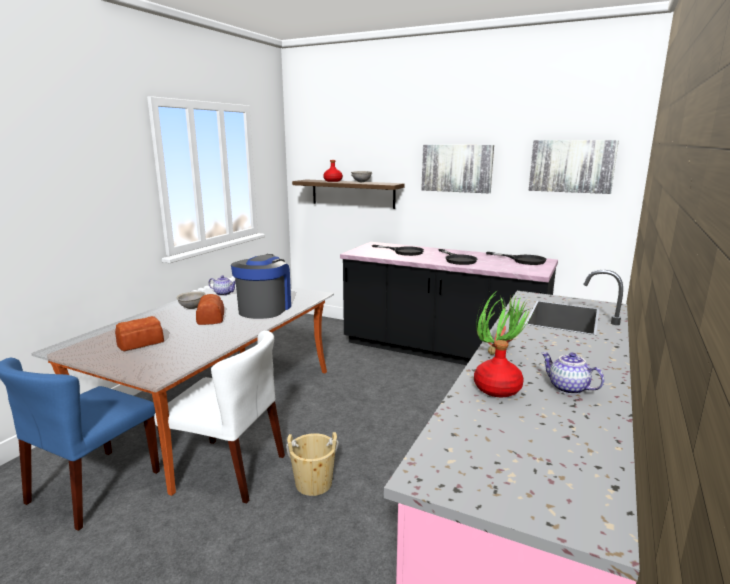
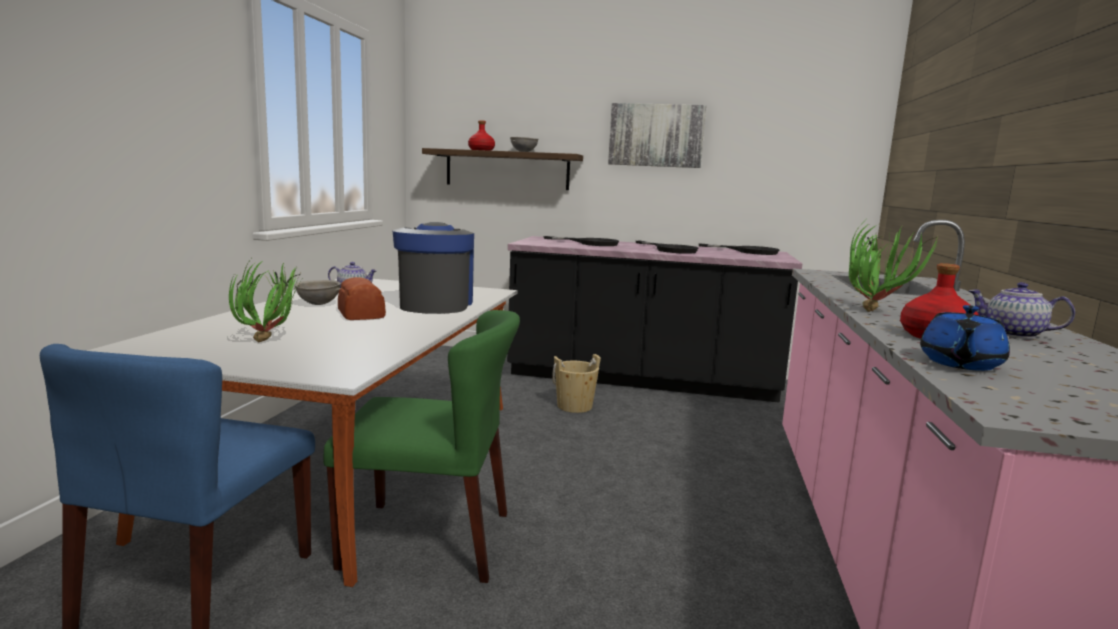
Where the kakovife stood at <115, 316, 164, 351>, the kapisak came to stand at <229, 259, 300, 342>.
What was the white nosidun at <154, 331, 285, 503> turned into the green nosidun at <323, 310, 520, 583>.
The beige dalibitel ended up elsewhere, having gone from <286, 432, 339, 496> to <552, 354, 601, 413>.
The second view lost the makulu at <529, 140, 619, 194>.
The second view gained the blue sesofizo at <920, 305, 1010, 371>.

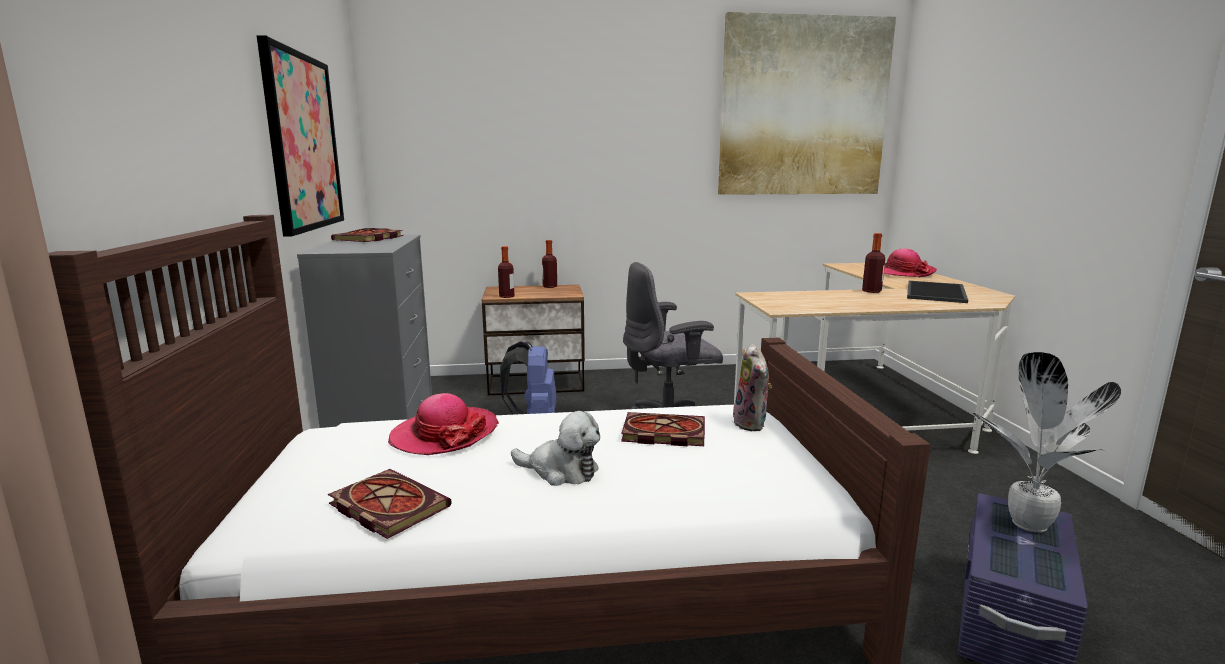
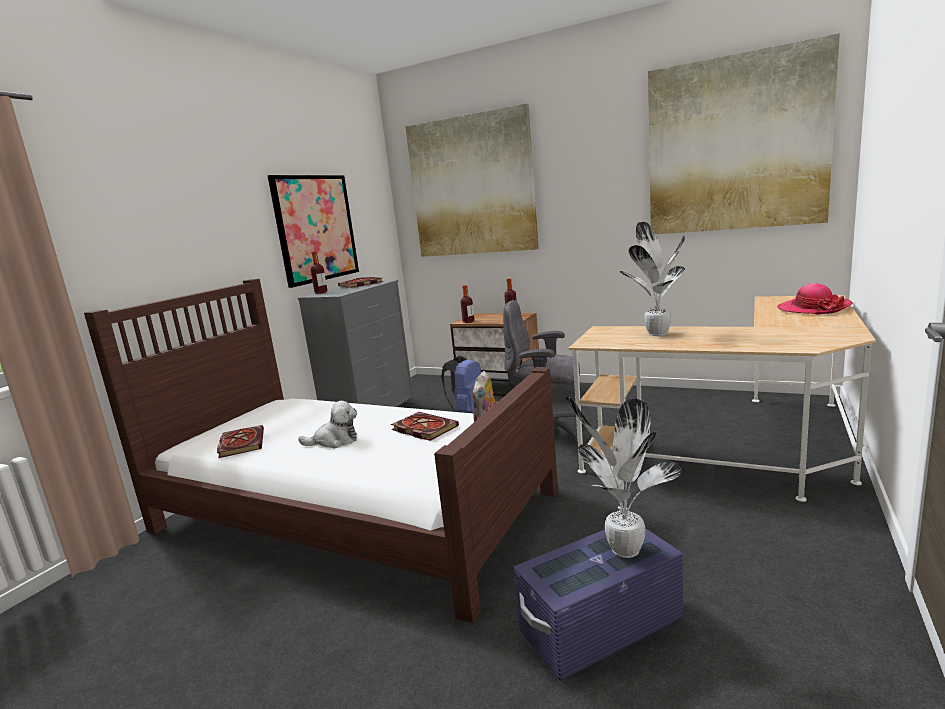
The second view lost the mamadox at <388, 393, 499, 455>.
The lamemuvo at <511, 411, 600, 486> ended up facing another way, 60 degrees counterclockwise from before.
The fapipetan ended up elsewhere, having gone from <862, 233, 885, 293> to <310, 251, 328, 294>.
The second view lost the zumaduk at <907, 281, 968, 303>.
The second view gained the makulu at <405, 103, 539, 257>.
The second view gained the kapisak at <620, 222, 685, 336>.

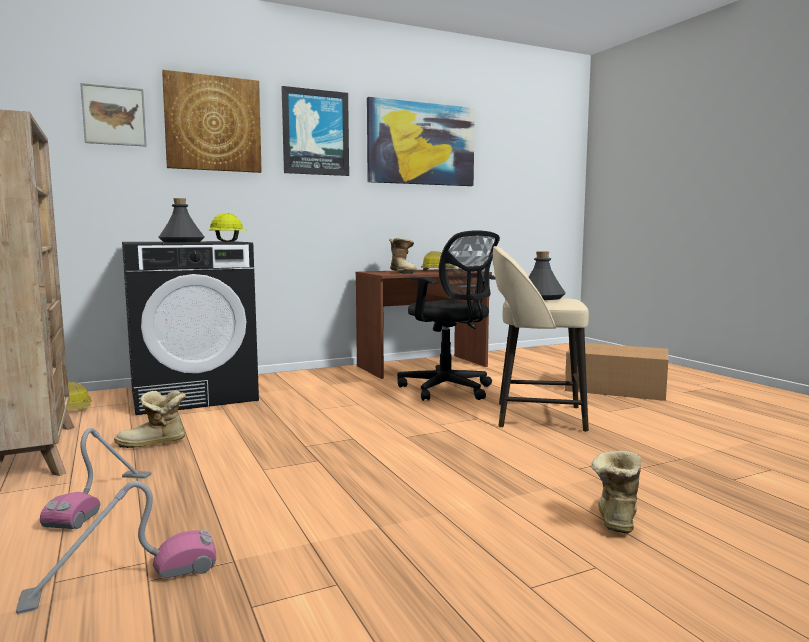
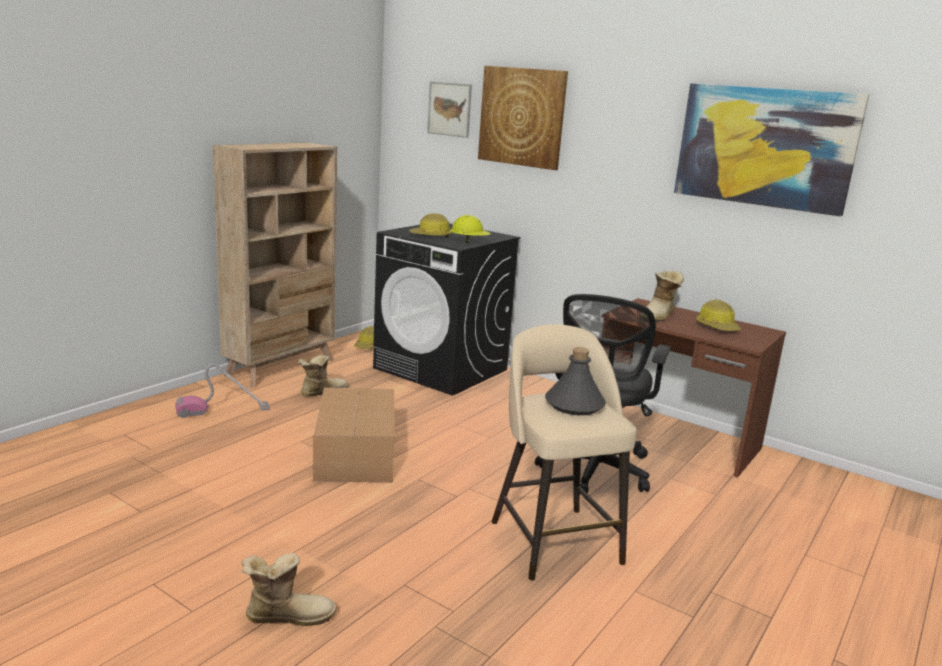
The second view lost the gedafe at <16, 481, 216, 615>.
The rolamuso at <114, 391, 186, 448> ended up facing another way, 90 degrees clockwise from before.
Where the grey fapipetan stood at <159, 198, 205, 242>, the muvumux came to stand at <409, 213, 452, 238>.
The second view lost the makulu at <281, 86, 349, 176>.
The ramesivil ended up elsewhere, having gone from <565, 343, 668, 401> to <313, 387, 394, 482>.

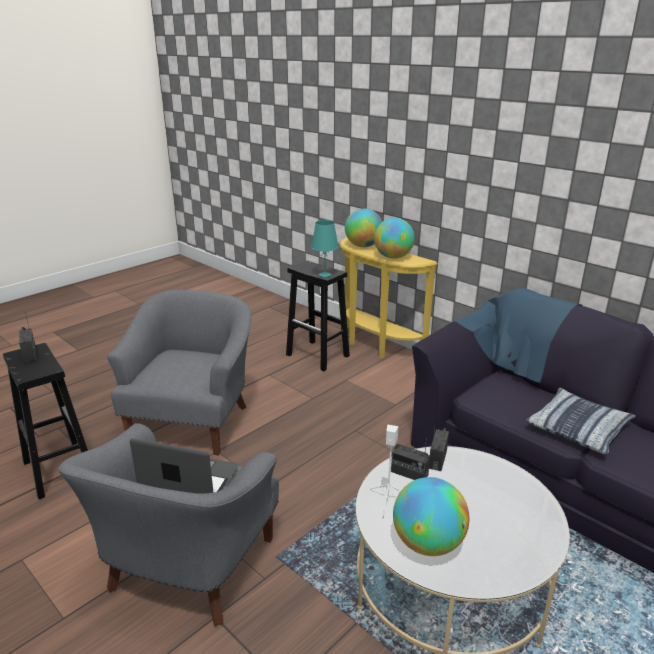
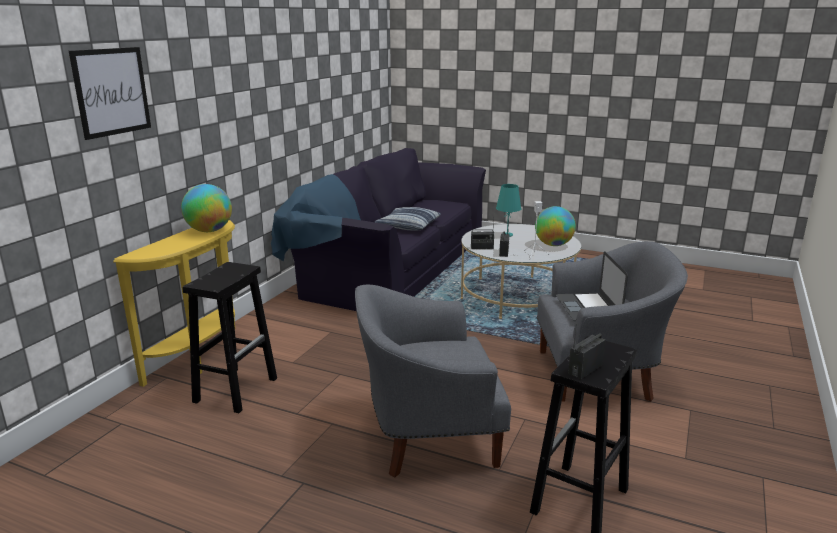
The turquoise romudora ended up elsewhere, having gone from <311, 220, 339, 277> to <496, 184, 521, 237>.
The second view lost the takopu at <345, 209, 382, 247>.
The second view gained the makulu at <69, 47, 151, 140>.

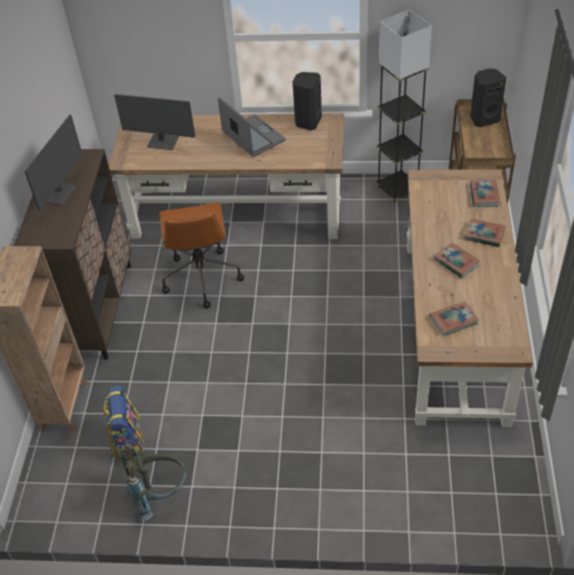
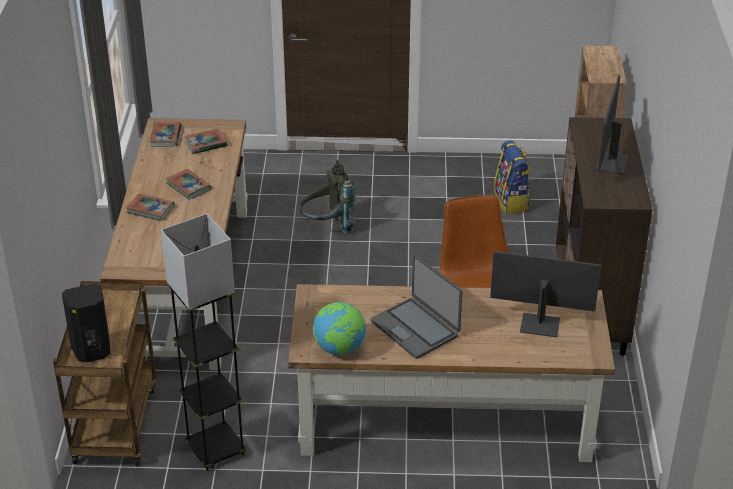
The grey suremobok ended up elsewhere, having gone from <120, 444, 186, 521> to <299, 160, 355, 234>.
Where the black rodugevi stood at <292, 72, 322, 130>, the takopu came to stand at <313, 302, 366, 355>.
The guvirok ended up elsewhere, having gone from <470, 180, 500, 207> to <150, 121, 181, 147>.

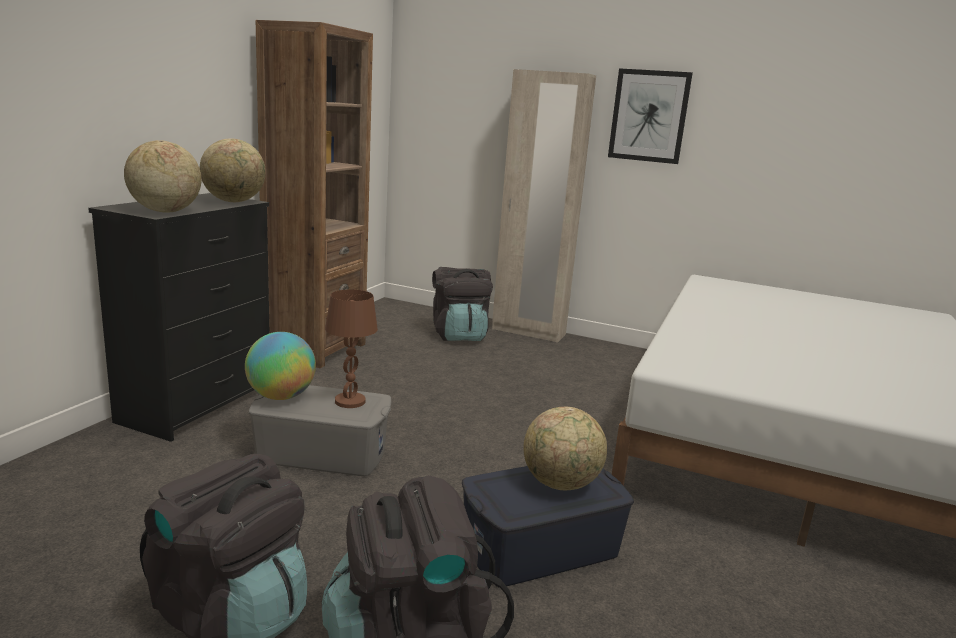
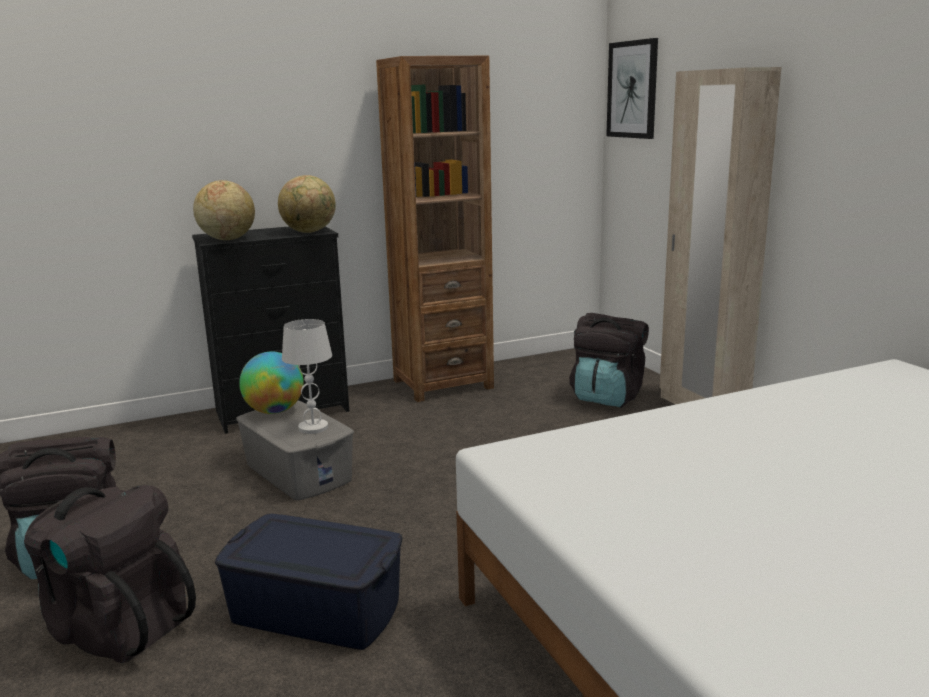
What was the brown romudora at <325, 289, 378, 408> turned into the white romudora at <282, 319, 332, 434>.
The second view lost the takopu at <523, 407, 607, 490>.
The makulu ended up elsewhere, having gone from <608, 68, 693, 164> to <606, 38, 658, 139>.

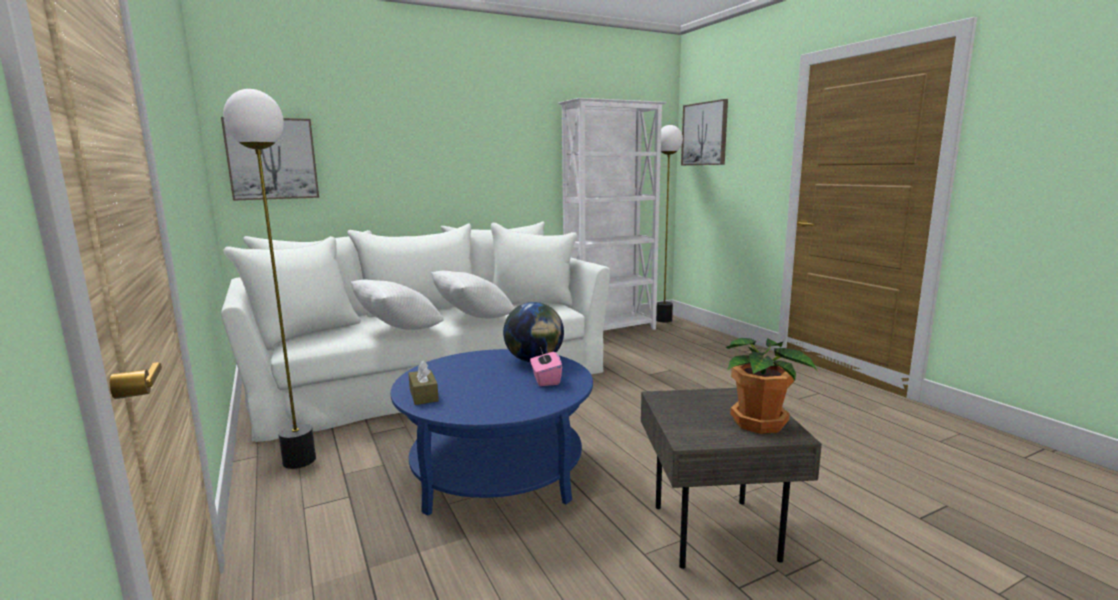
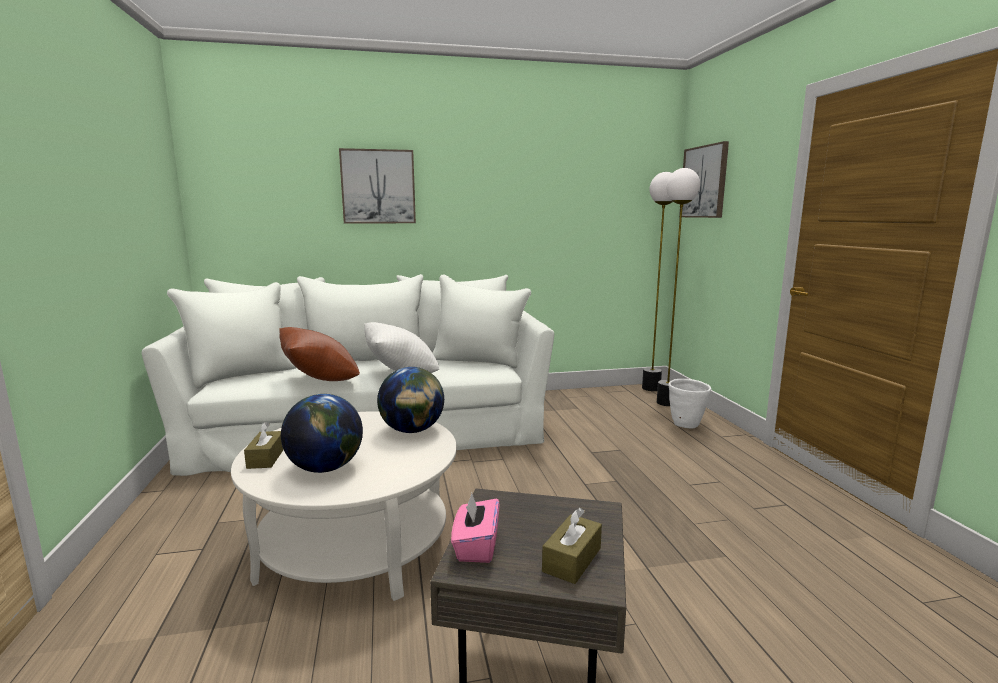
The makulu ended up elsewhere, having gone from <221, 117, 319, 201> to <339, 148, 416, 224>.
The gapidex ended up elsewhere, having gone from <223, 89, 316, 469> to <657, 168, 700, 406>.
What was the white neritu at <351, 280, 444, 330> turned into the brown neritu at <279, 327, 360, 381>.
What was the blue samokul at <391, 349, 593, 516> turned into the white samokul at <231, 412, 457, 601>.
The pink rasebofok ended up elsewhere, having gone from <530, 347, 562, 386> to <451, 493, 499, 563>.
The second view lost the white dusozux at <559, 98, 667, 331>.
Where the kapisak stood at <726, 338, 818, 434>, the brown rasebofok came to stand at <542, 508, 602, 584>.
The second view gained the takopu at <281, 394, 363, 473>.
The second view gained the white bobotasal at <669, 379, 711, 429>.

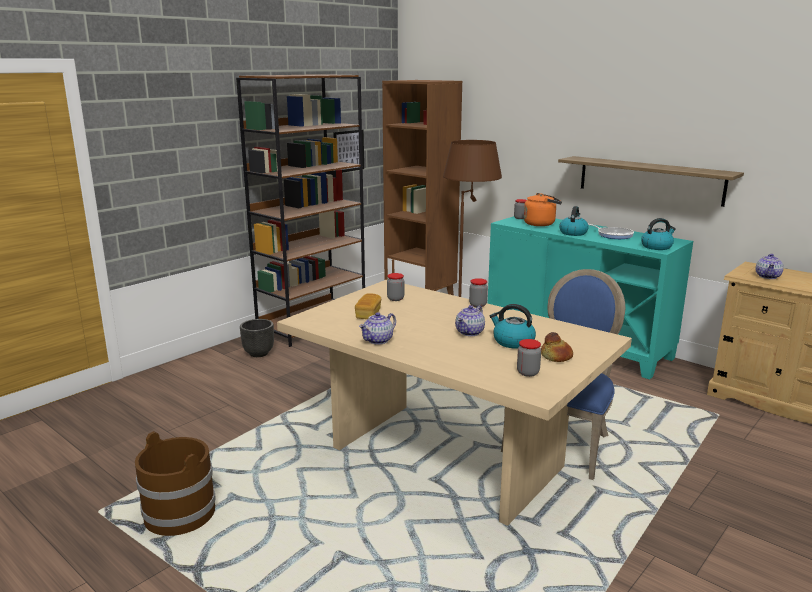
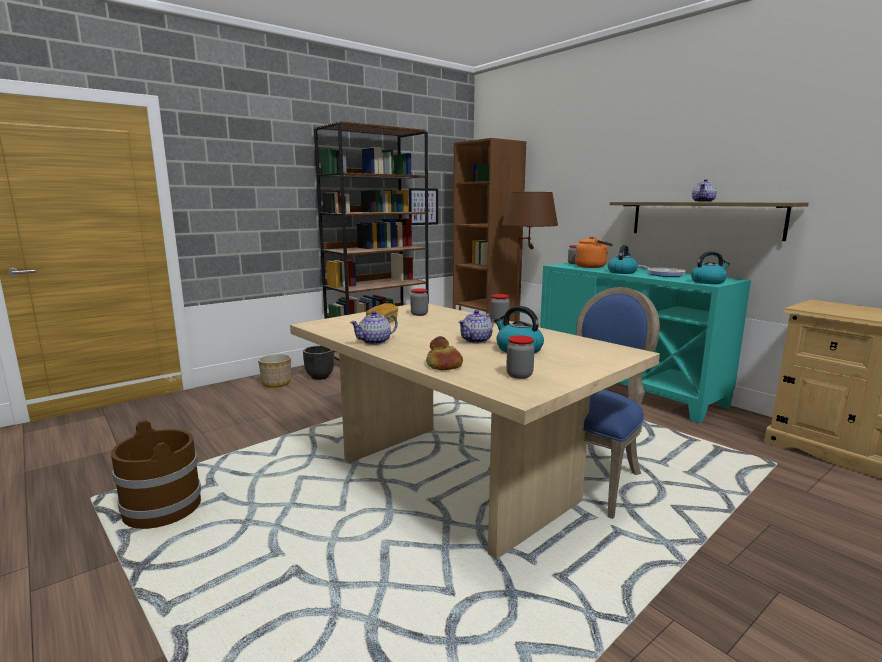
The kakovife ended up elsewhere, having gone from <541, 332, 573, 362> to <426, 336, 463, 370>.
The sesofizo ended up elsewhere, having gone from <756, 254, 784, 279> to <692, 179, 717, 202>.
The second view gained the bobotasal at <258, 354, 291, 388>.

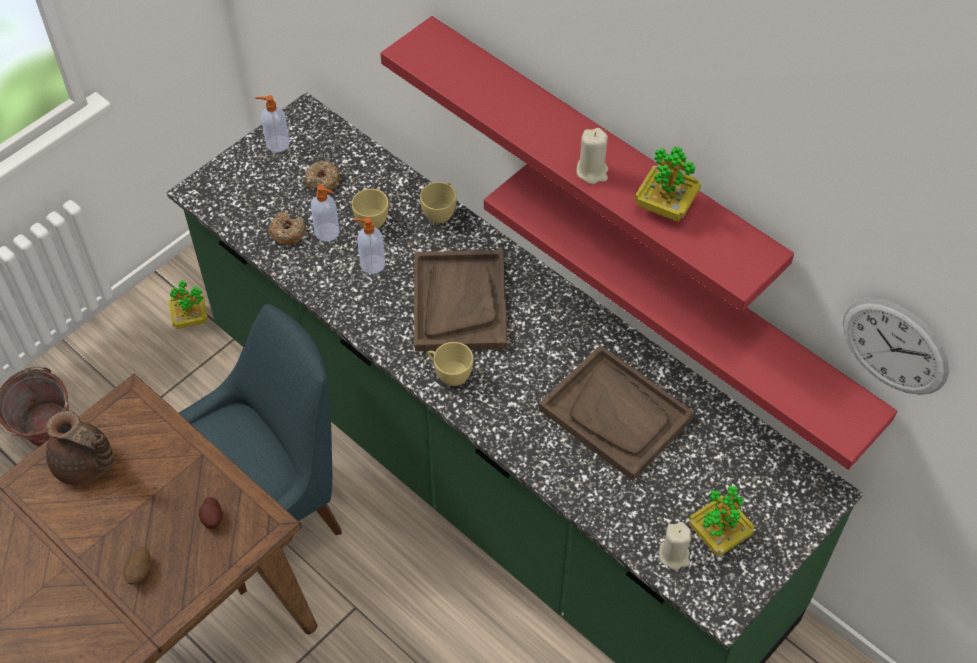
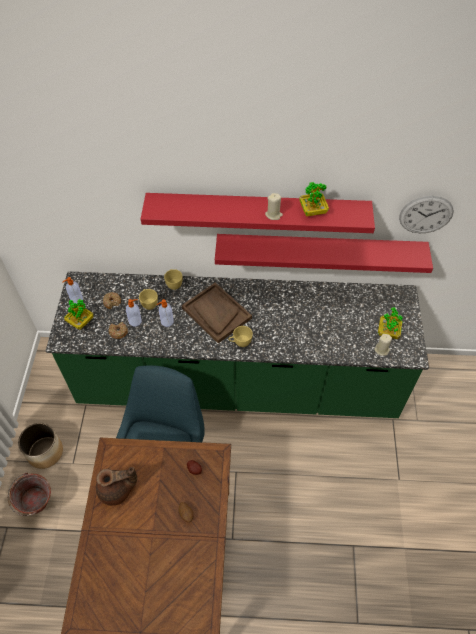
The kapisak ended up elsewhere, having gone from <168, 280, 208, 329> to <64, 299, 94, 330>.
The second view lost the brown zumaduk at <539, 345, 695, 481>.
The second view gained the bobotasal at <18, 423, 63, 469>.

